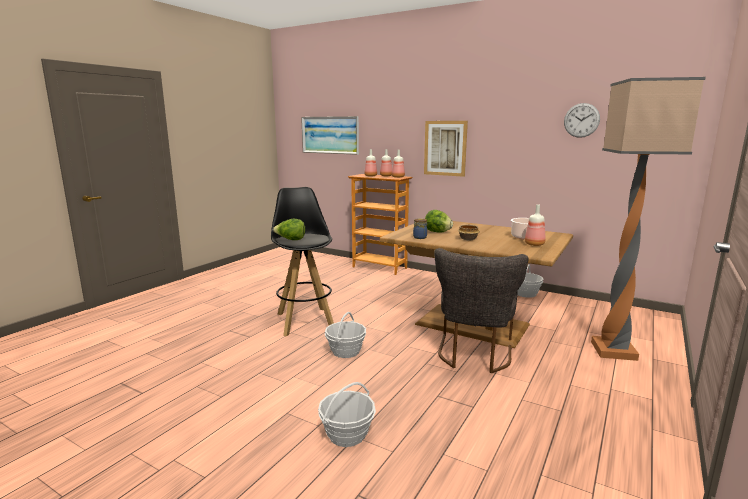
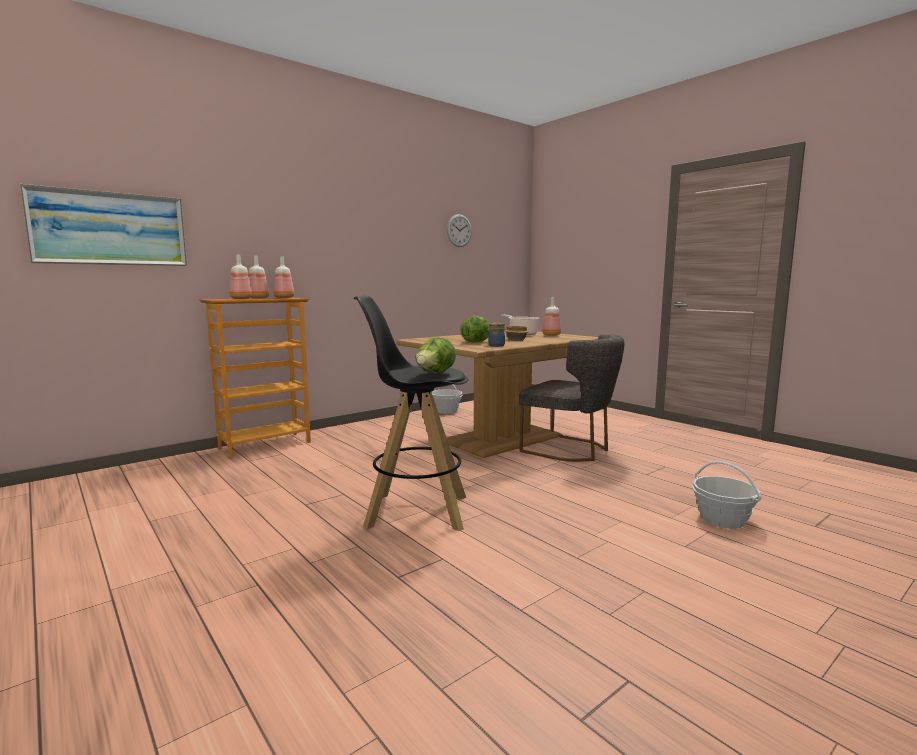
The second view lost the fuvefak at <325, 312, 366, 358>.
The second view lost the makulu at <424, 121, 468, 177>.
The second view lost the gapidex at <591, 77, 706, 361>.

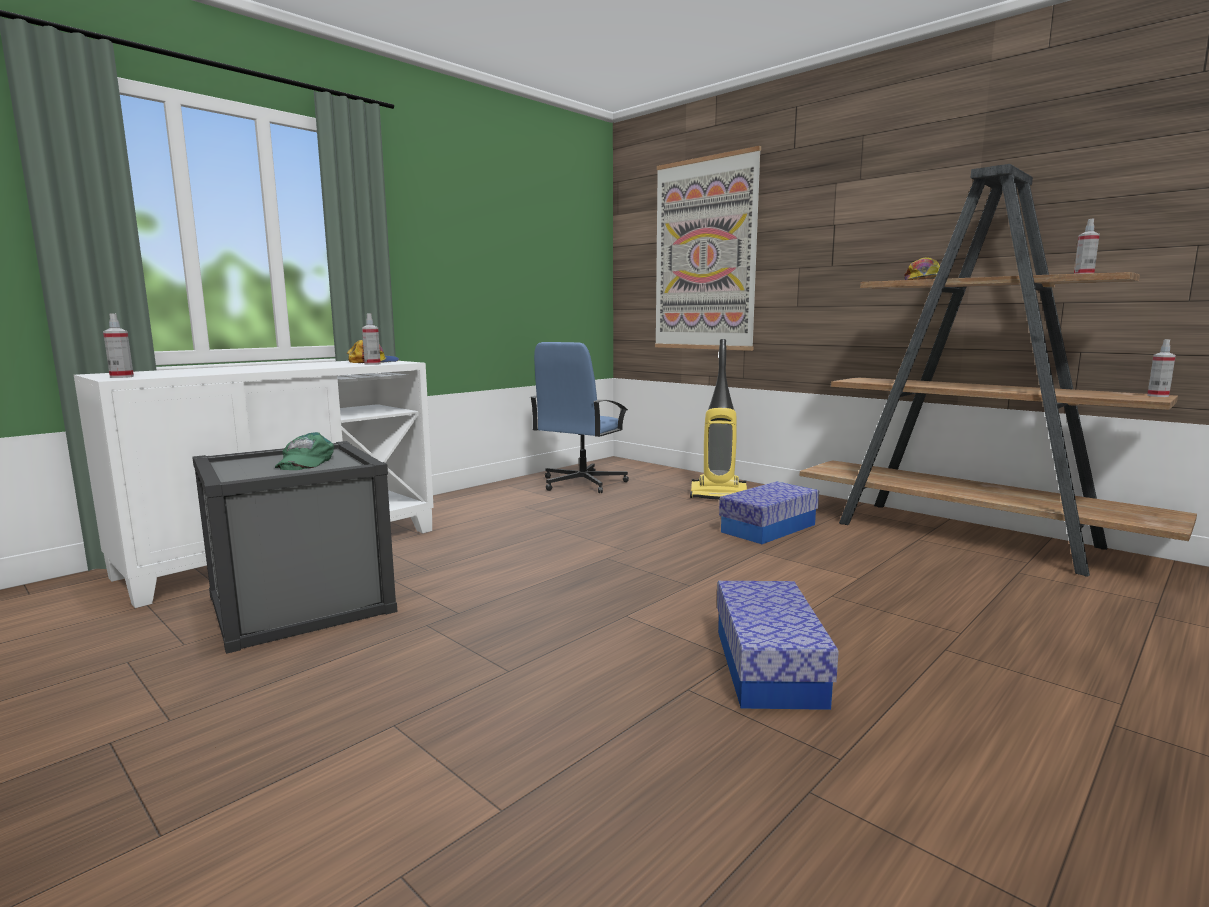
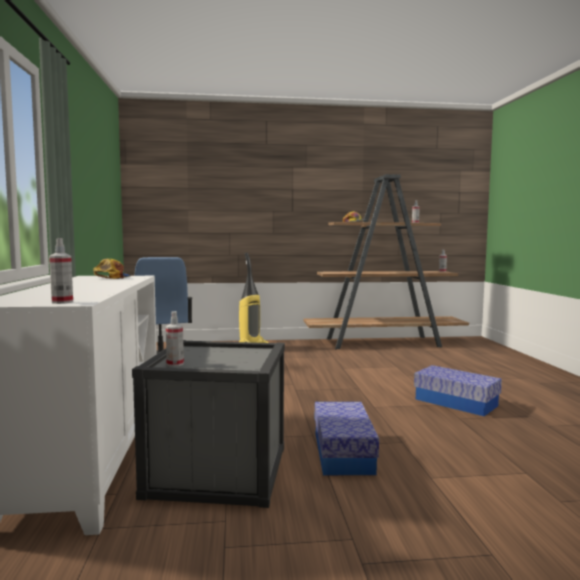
The second view lost the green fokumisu at <275, 432, 334, 470>.
The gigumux ended up elsewhere, having gone from <362, 313, 381, 365> to <166, 311, 184, 367>.
The second view lost the makulu at <655, 146, 761, 351>.
The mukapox ended up elsewhere, having gone from <719, 481, 819, 544> to <315, 402, 379, 475>.

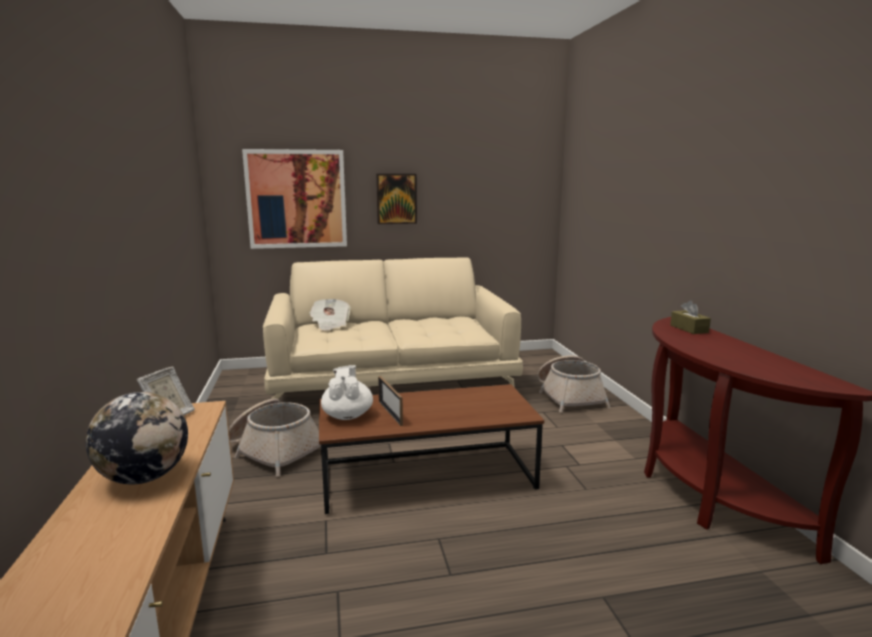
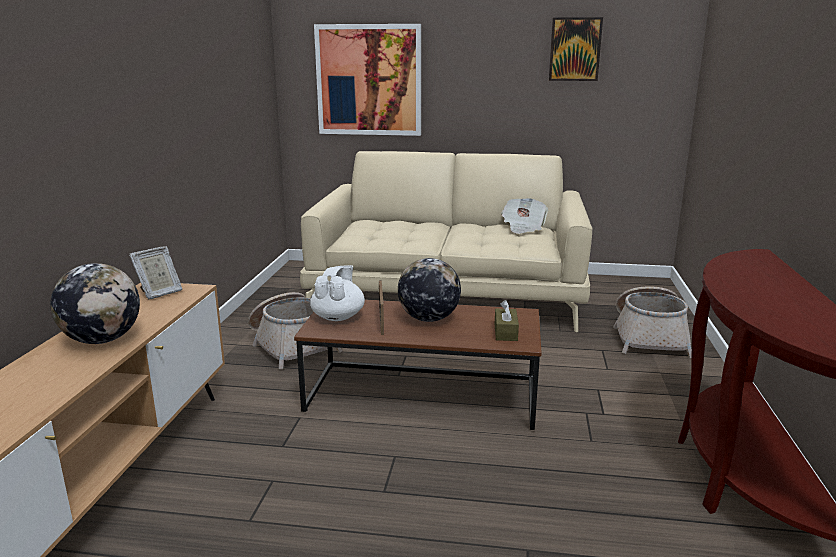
The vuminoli ended up elsewhere, having gone from <309, 299, 351, 330> to <501, 198, 548, 234>.
The makulu ended up elsewhere, having gone from <376, 174, 417, 224> to <549, 17, 603, 81>.
The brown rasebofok ended up elsewhere, having gone from <670, 300, 711, 334> to <495, 300, 519, 341>.
The second view gained the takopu at <398, 258, 461, 322>.

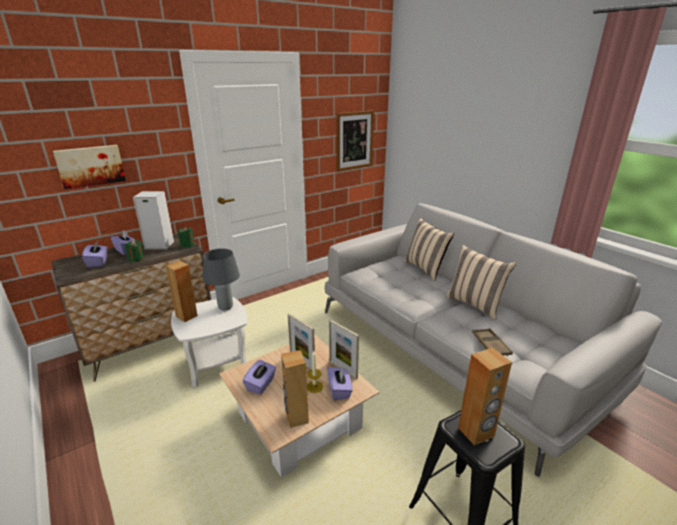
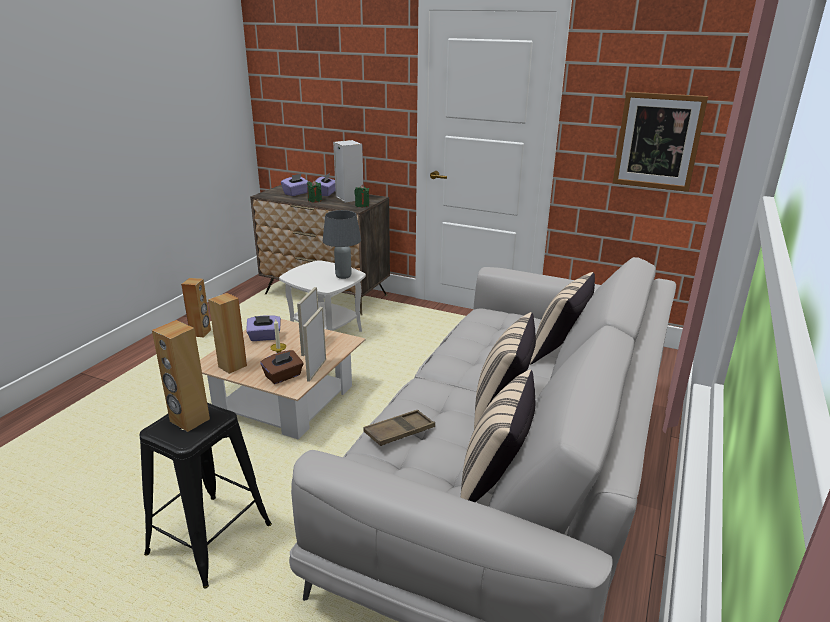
The second view lost the makulu at <53, 145, 126, 189>.
The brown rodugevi ended up elsewhere, having gone from <166, 261, 198, 322> to <181, 278, 211, 337>.
What was the purple rasebofok at <327, 367, 353, 400> turned into the brown rasebofok at <260, 350, 304, 384>.
The second view gained the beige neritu at <461, 370, 535, 502>.

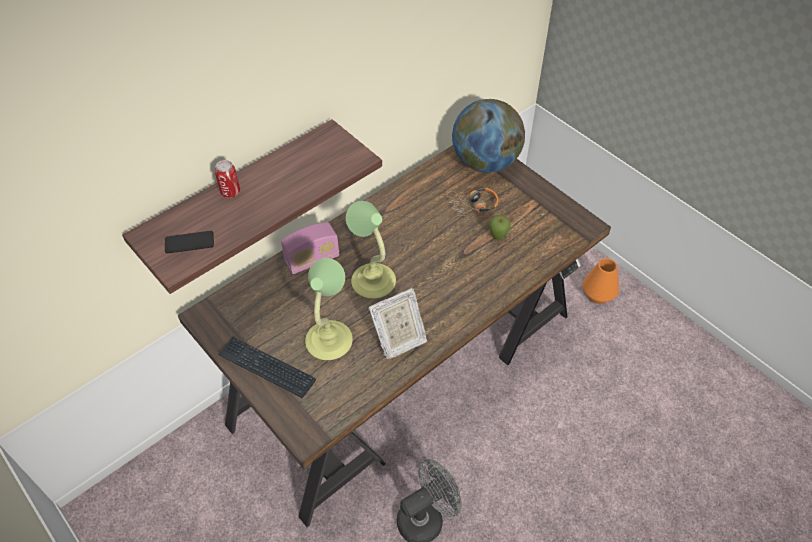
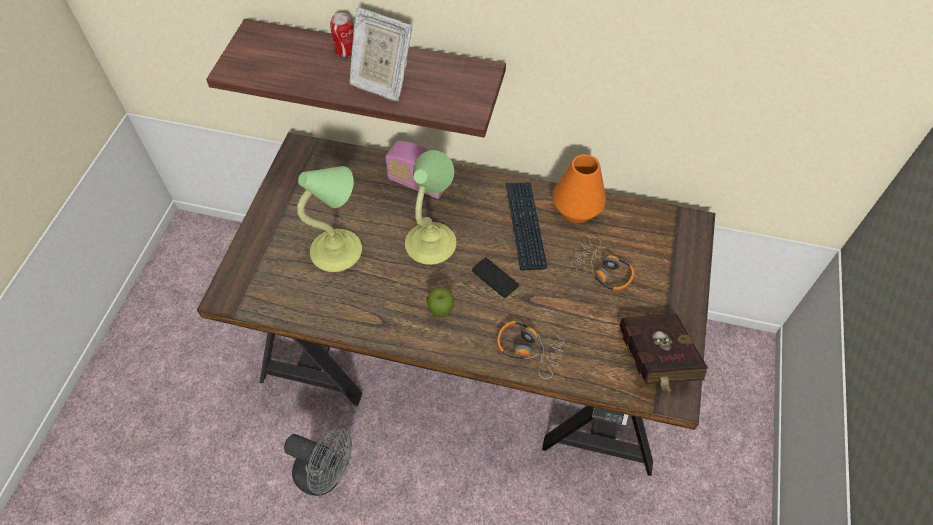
The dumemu ended up elsewhere, having gone from <165, 231, 214, 253> to <472, 258, 519, 298>.
The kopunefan ended up elsewhere, having gone from <218, 337, 316, 398> to <506, 182, 547, 271>.
The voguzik ended up elsewhere, having gone from <368, 288, 427, 359> to <349, 7, 412, 101>.
The second view lost the takopu at <452, 99, 525, 173>.
The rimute ended up elsewhere, having gone from <489, 215, 511, 240> to <427, 288, 454, 318>.
The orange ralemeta ended up elsewhere, having gone from <583, 258, 619, 304> to <553, 154, 606, 223>.
The second view gained the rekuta at <497, 321, 564, 379>.
The second view gained the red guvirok at <620, 313, 708, 395>.

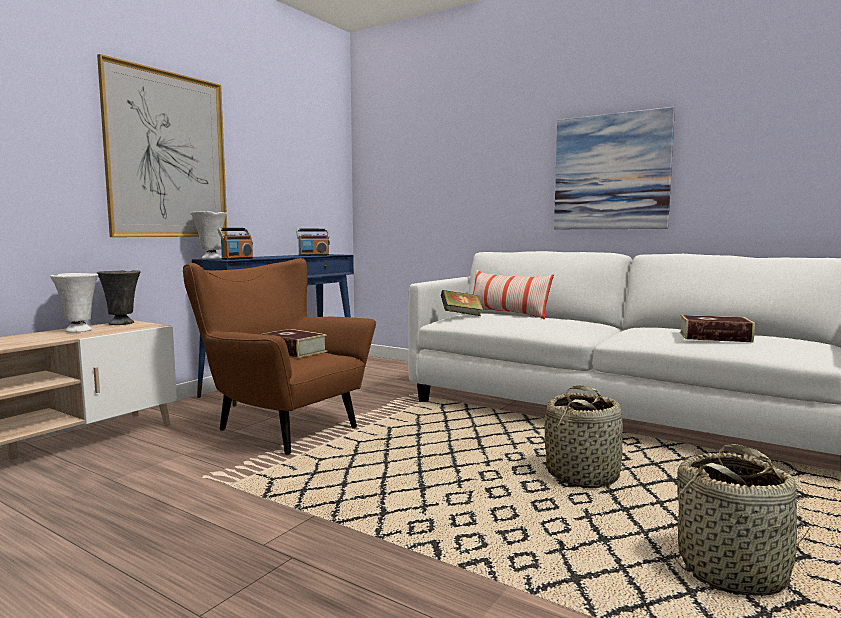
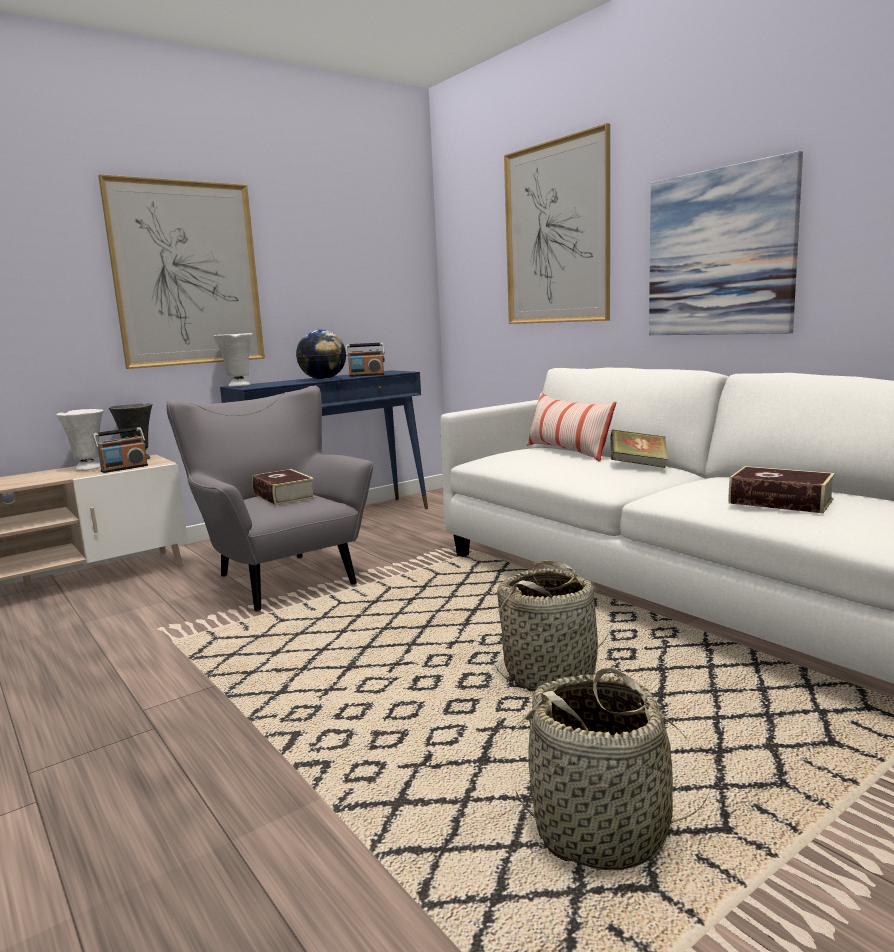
What was the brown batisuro at <183, 258, 376, 455> turned into the grey batisuro at <167, 386, 373, 612>.
The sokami ended up elsewhere, having gone from <217, 228, 253, 260> to <93, 427, 148, 473>.
The guvirok ended up elsewhere, having gone from <441, 290, 483, 316> to <610, 430, 668, 468>.
The second view gained the takopu at <296, 330, 346, 379>.
The second view gained the makulu at <504, 123, 610, 324>.

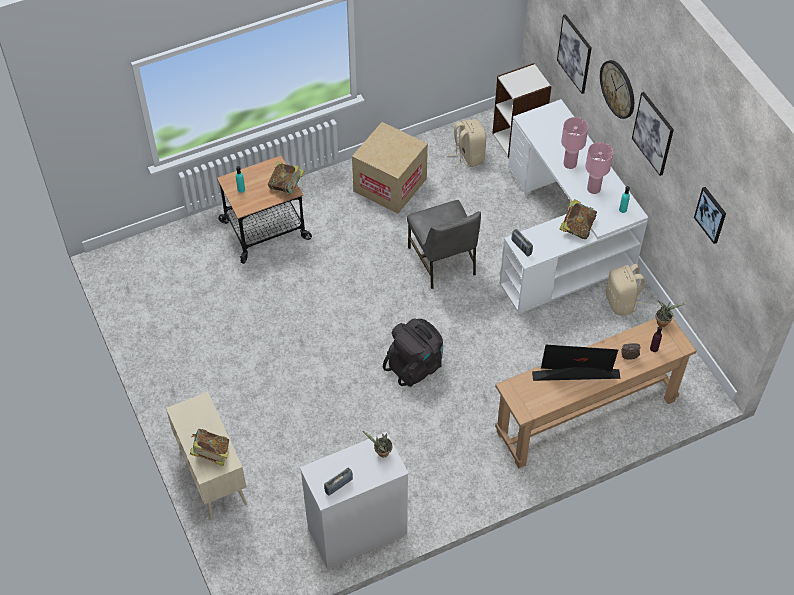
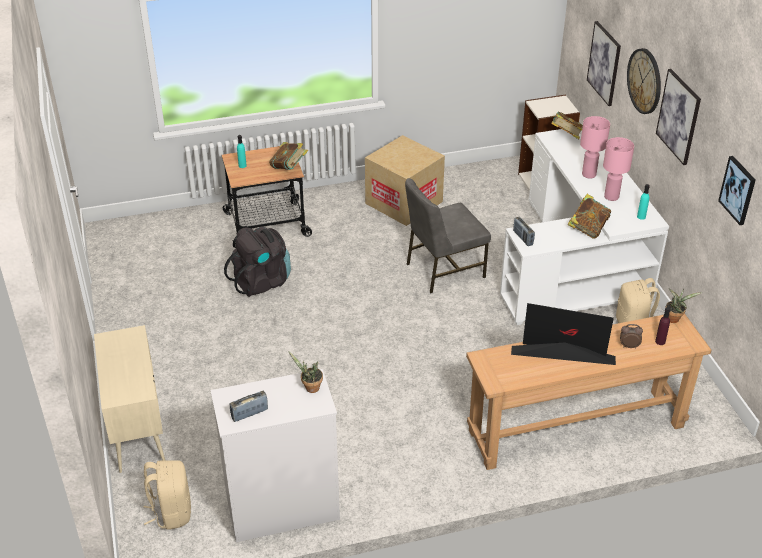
The guvirok ended up elsewhere, having gone from <190, 429, 229, 466> to <551, 111, 583, 139>.
The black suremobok ended up elsewhere, having gone from <383, 318, 443, 387> to <224, 226, 291, 297>.
The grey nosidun at <407, 200, 481, 289> ended up facing another way, 75 degrees clockwise from before.
The beige suremobok ended up elsewhere, having gone from <448, 119, 486, 167> to <143, 460, 191, 530>.

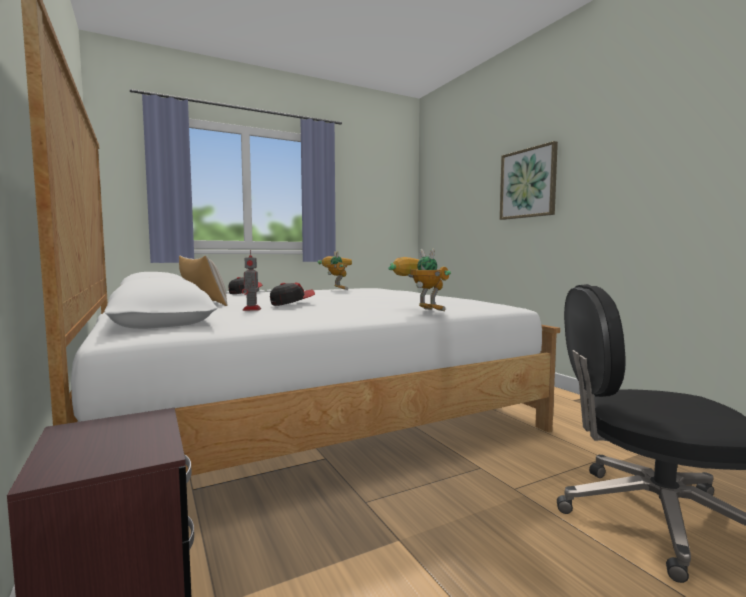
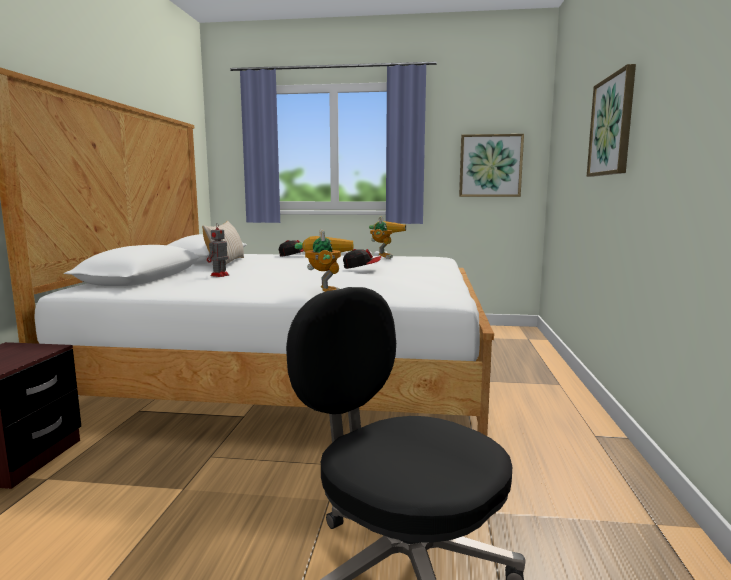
The fokumisu ended up elsewhere, having gone from <270, 282, 315, 306> to <343, 249, 381, 269>.
The second view gained the makulu at <459, 134, 524, 197>.

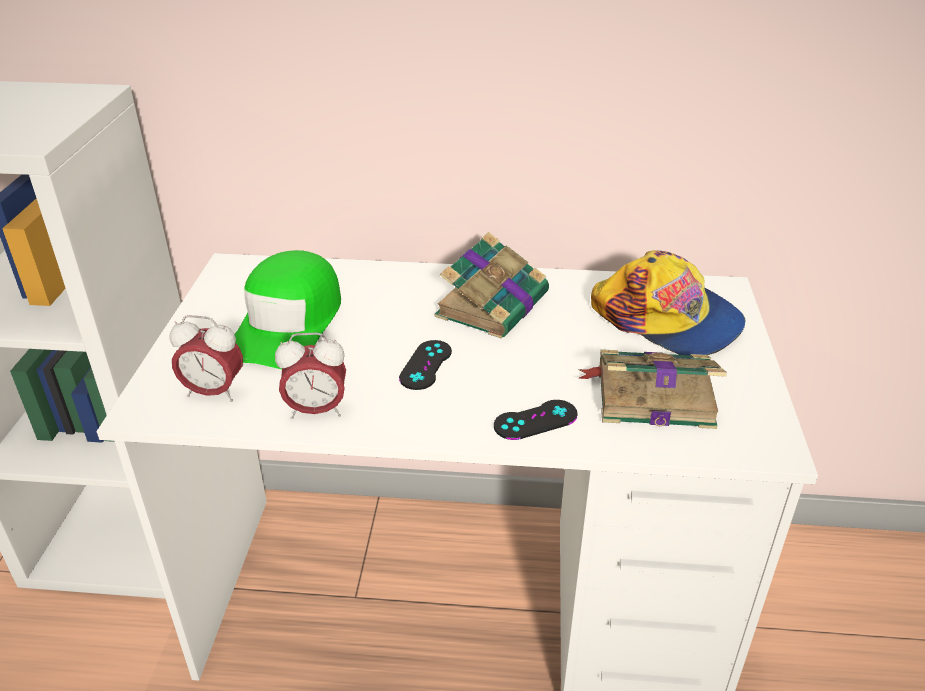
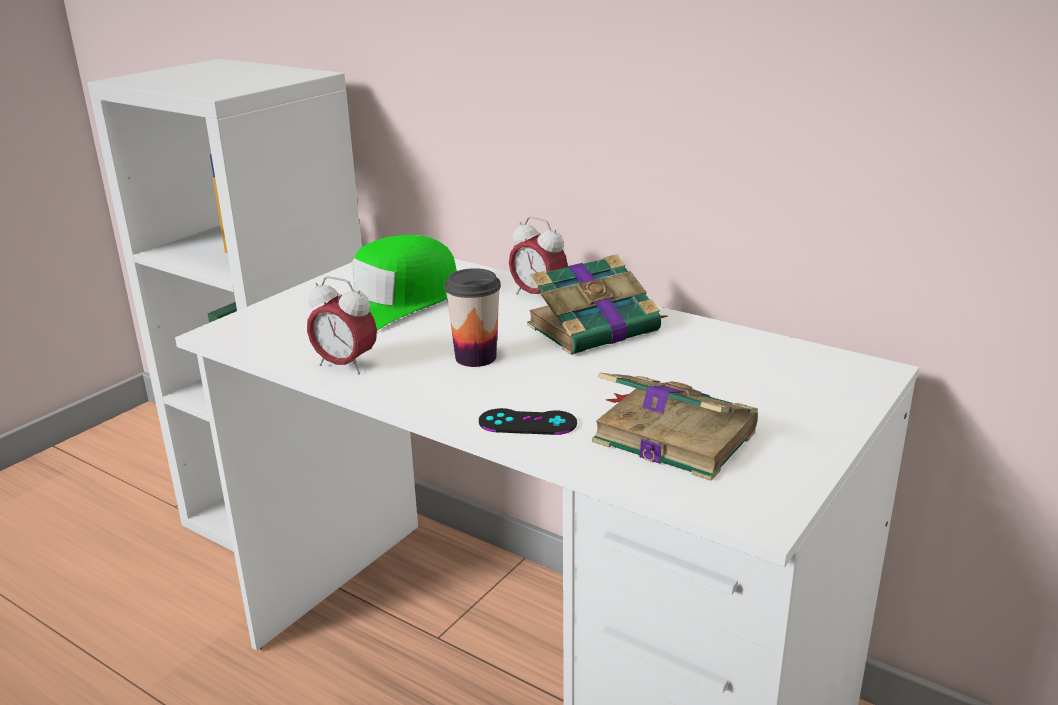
The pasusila ended up elsewhere, having gone from <170, 315, 243, 402> to <509, 217, 568, 294>.
Where the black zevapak stood at <399, 340, 452, 390>, the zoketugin came to stand at <444, 268, 501, 367>.
The second view lost the fokumisu at <591, 250, 745, 355>.

